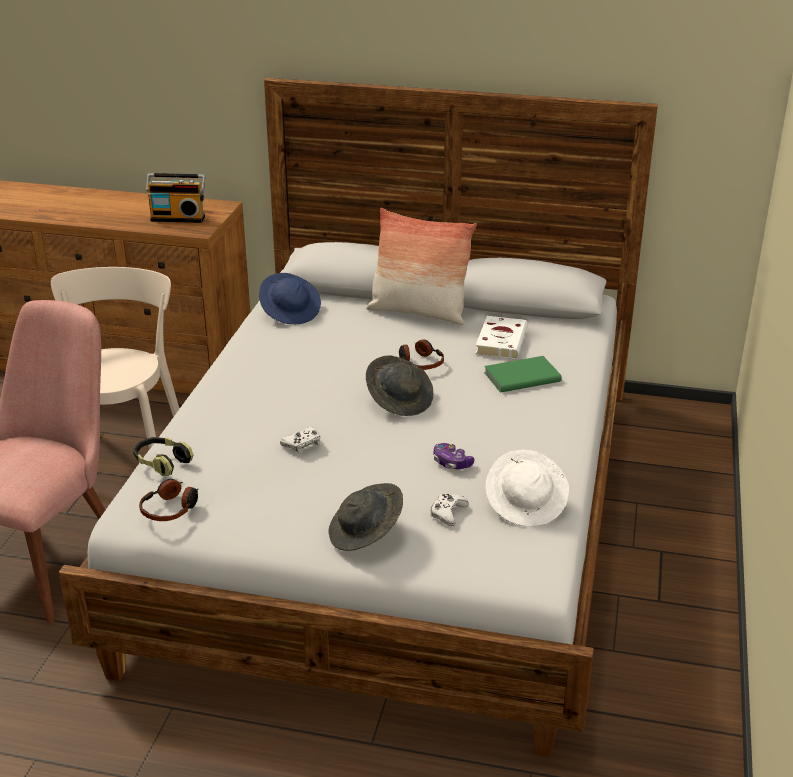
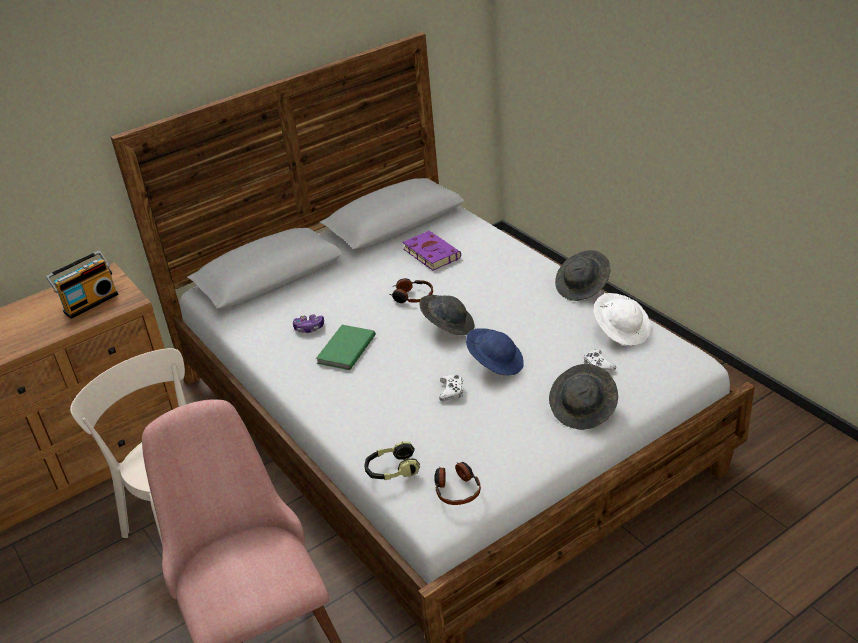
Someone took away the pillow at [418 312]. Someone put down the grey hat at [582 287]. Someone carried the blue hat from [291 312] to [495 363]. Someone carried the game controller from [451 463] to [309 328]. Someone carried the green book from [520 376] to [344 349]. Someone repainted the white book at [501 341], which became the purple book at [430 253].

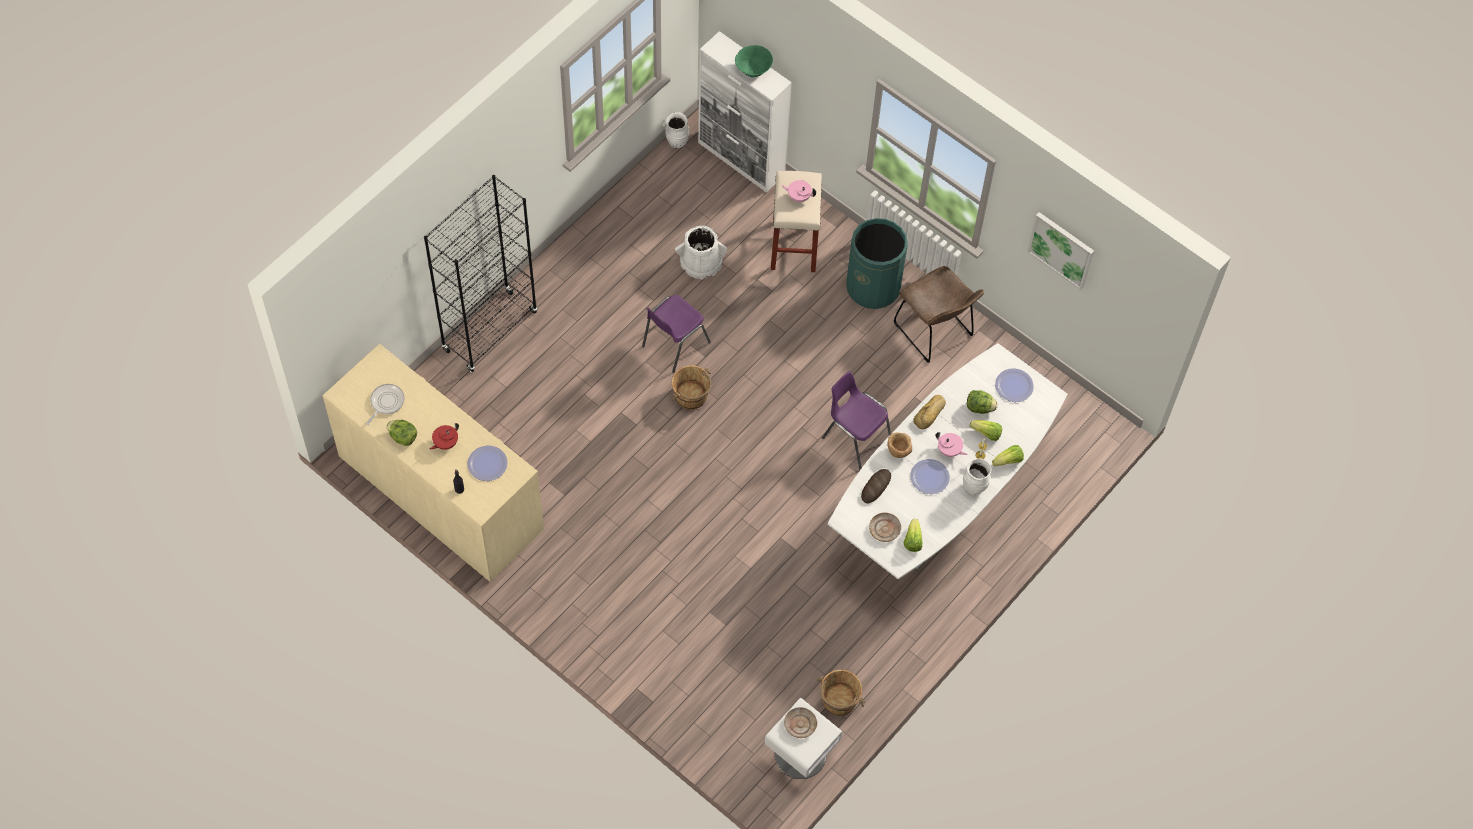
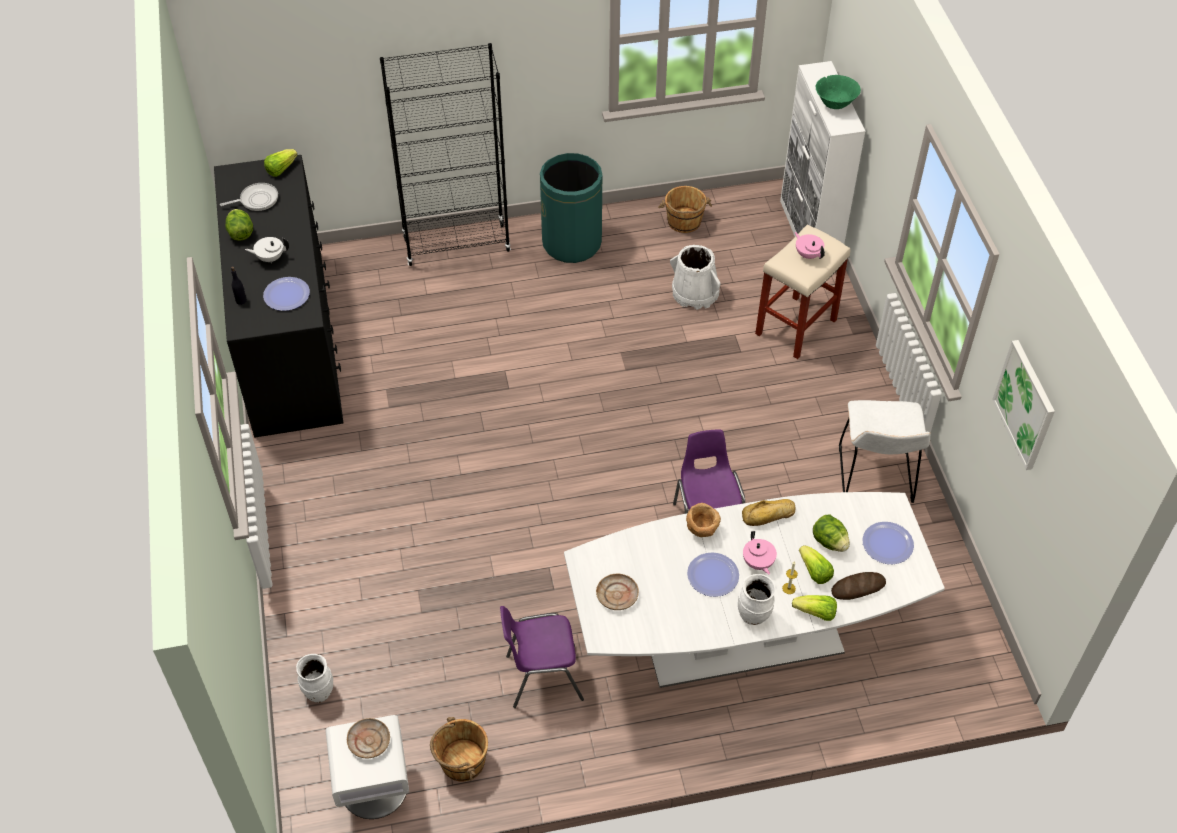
Someone carried the purple chair from [674 344] to [542 677]. Someone carried the white vase from [677 142] to [318 692]. Someone carried the brown bucket from [691 396] to [684 222]. Someone carried the green trash can from [873 287] to [572 243]. Someone carried the bread from [876 487] to [858 588]. Someone carried the lettuce from [912 540] to [281 169]. Someone repainted the beige dresser at [440 492], which became the black dresser at [289 341]. Someone repainted the red teapot at [445 443], which became the white teapot at [270 258]. Someone repainted the brown chair at [935 332], which became the white chair at [875 478].

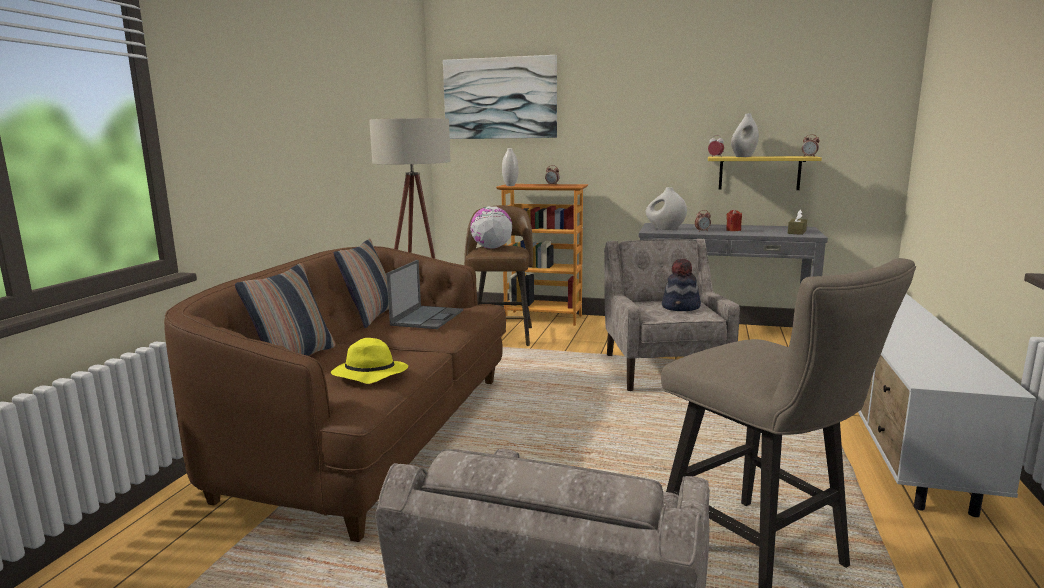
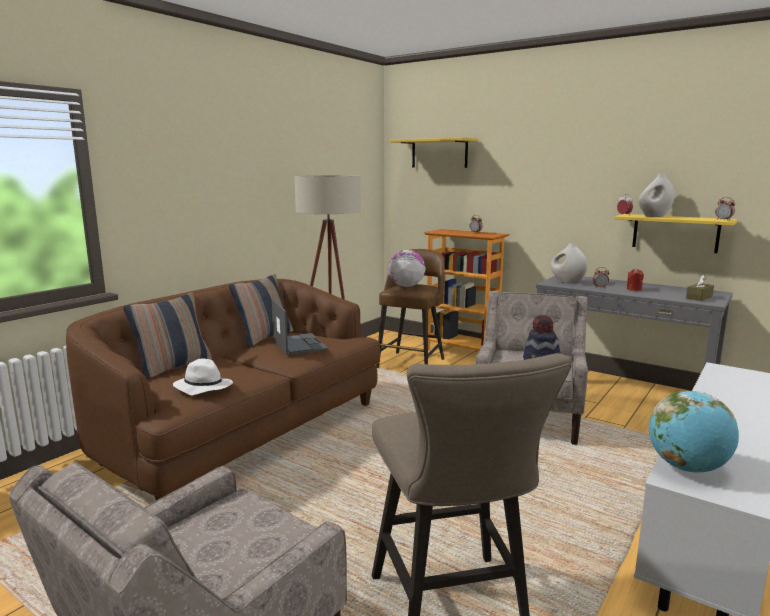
Someone took away the white vase at [510 185]. Someone put down the globe at [687 468]. Someone swapped the picture at [500 98] for the yellow shelf at [439 153]. Someone repainted the yellow hat at [369 374], which became the white hat at [202 387]. Someone rotated the laptop at [427 317] by 60 degrees counterclockwise.

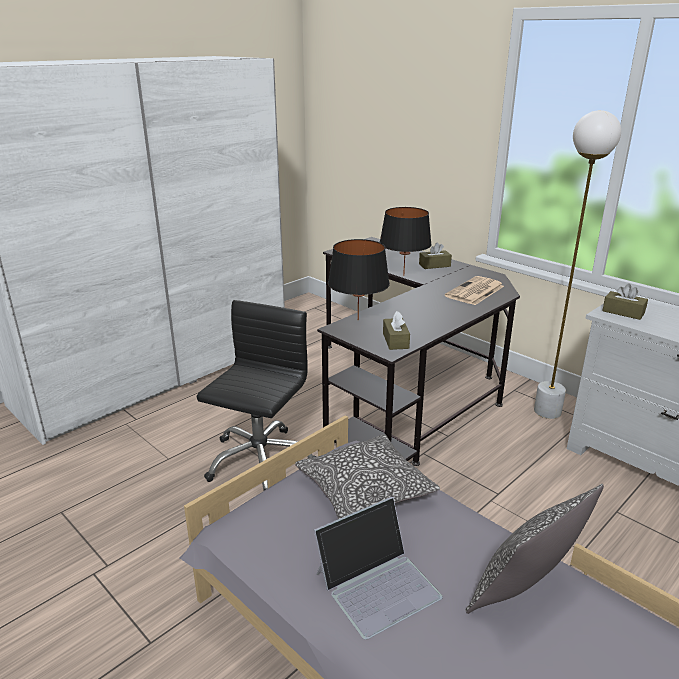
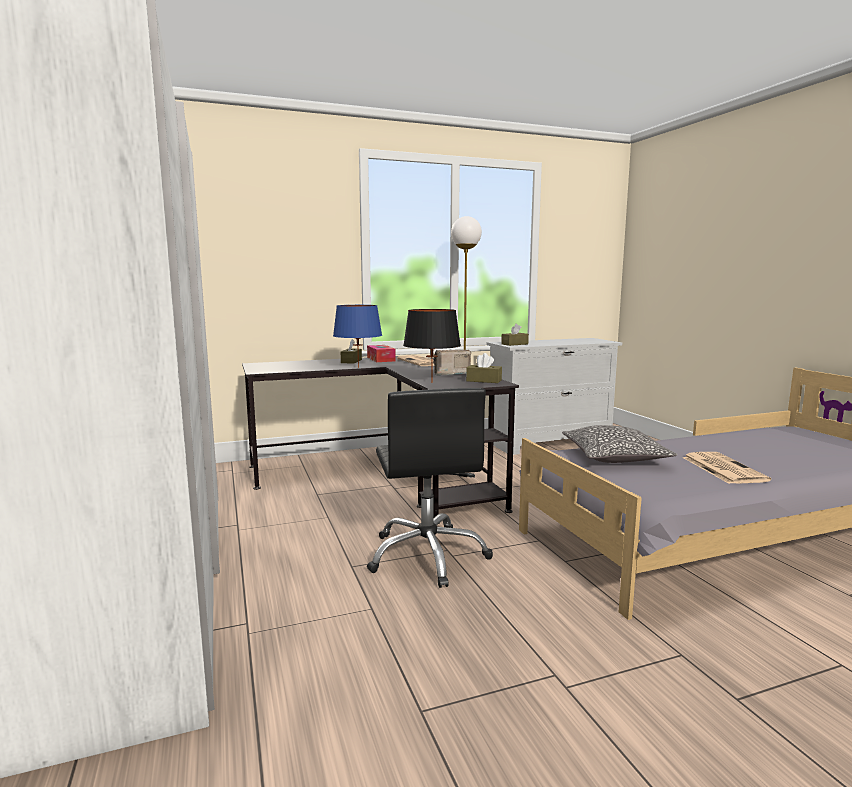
Someone took away the pillow at [524 592]. Someone put down the tissue box at [381 359]. Someone put down the radio at [449 373]. Someone swapped the laptop at [378 583] for the newspaper at [722 468]. Someone repainted the black table lamp at [403 275], which became the blue table lamp at [358 367]. Someone rotated the black office chair at [259 460] by 150 degrees counterclockwise.

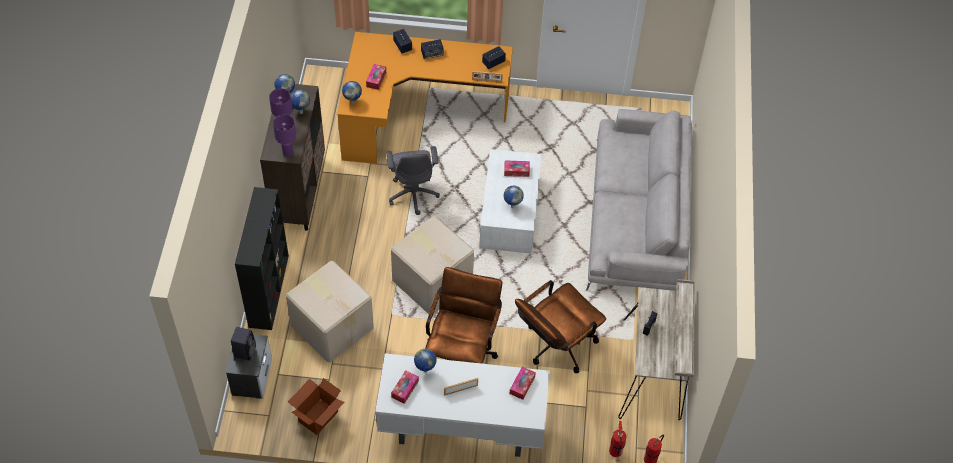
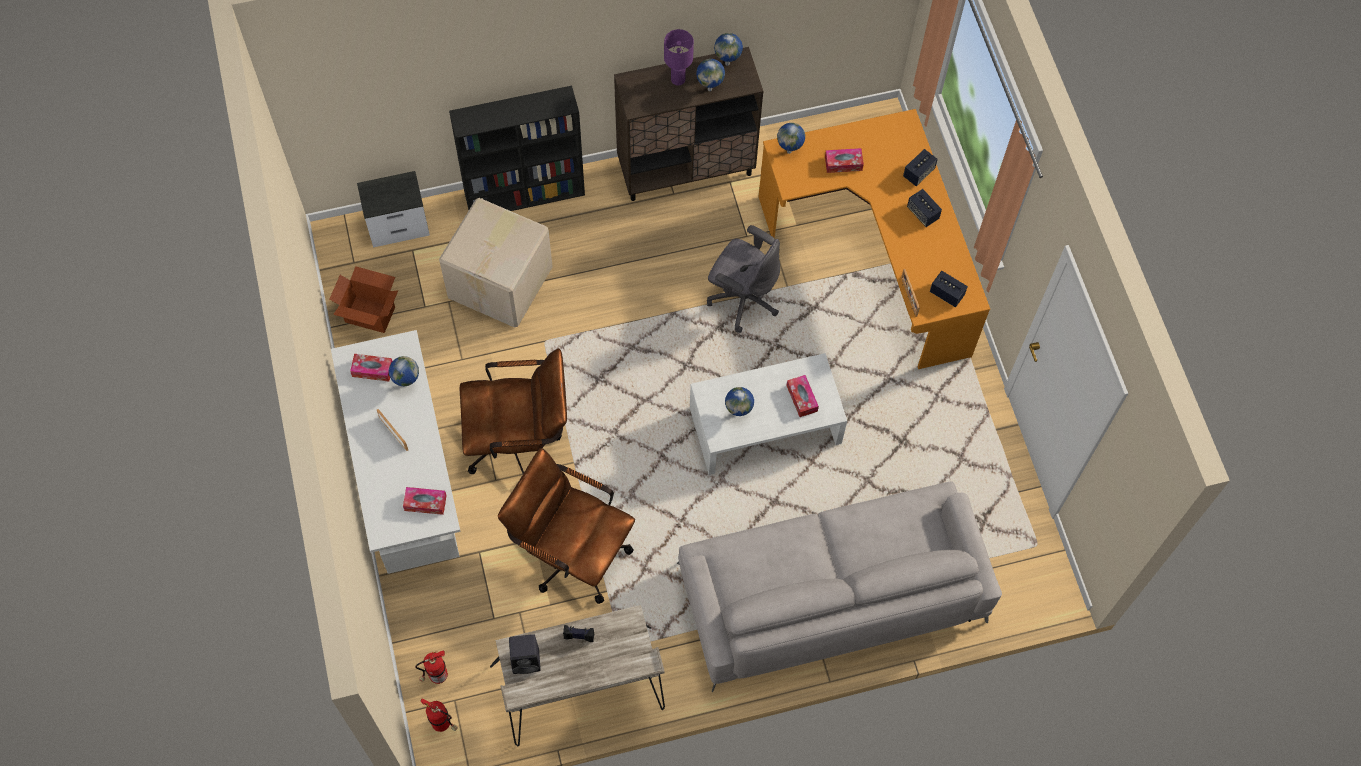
Someone took away the purple table lamp at [287 152]. Someone took away the cardboard box at [432 280]. Someone carried the black speaker from [245 350] to [527 660]. Someone rotated the grey office chair at [413 194] by 120 degrees counterclockwise.

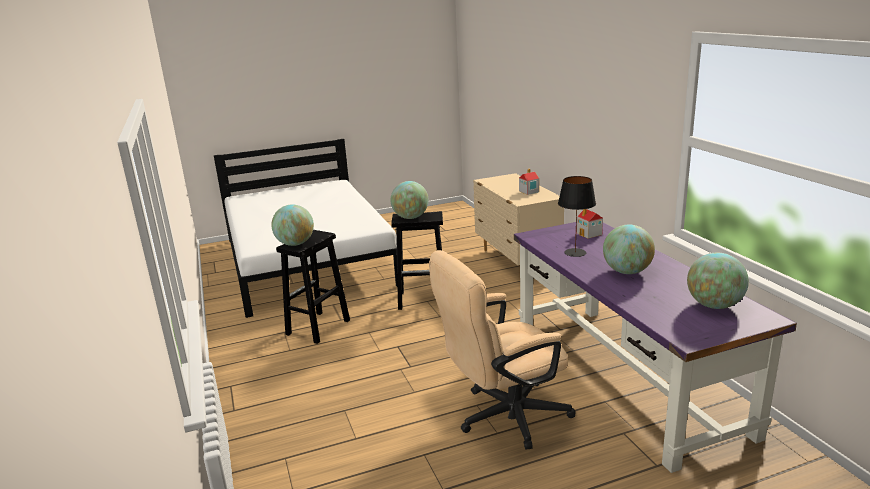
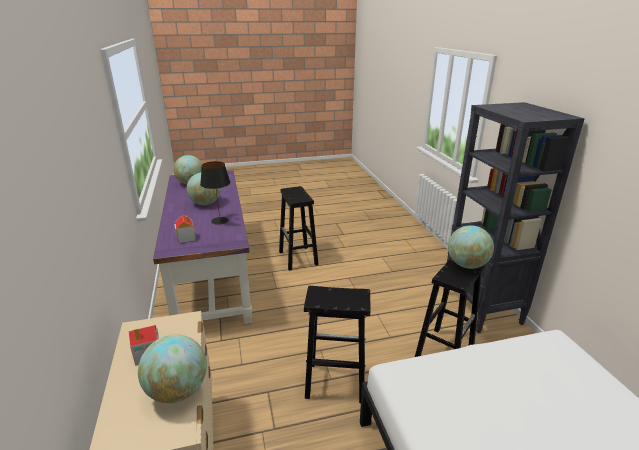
Someone put down the black bookcase at [481 308]. Someone carried the globe from [410 217] to [178 391]. Someone swapped the beige office chair at [503 417] for the black stool at [298 258].

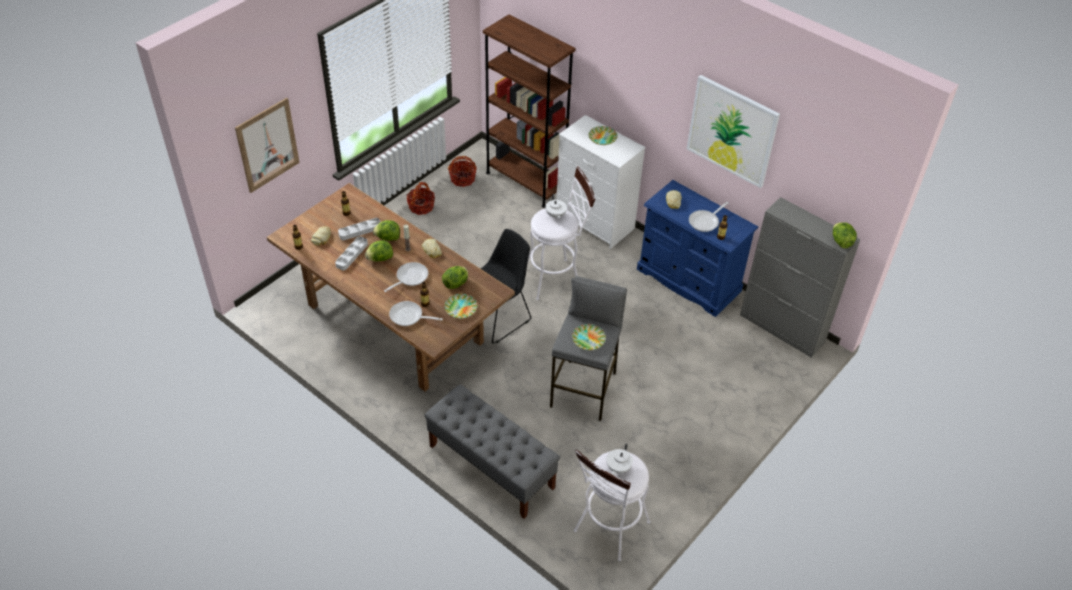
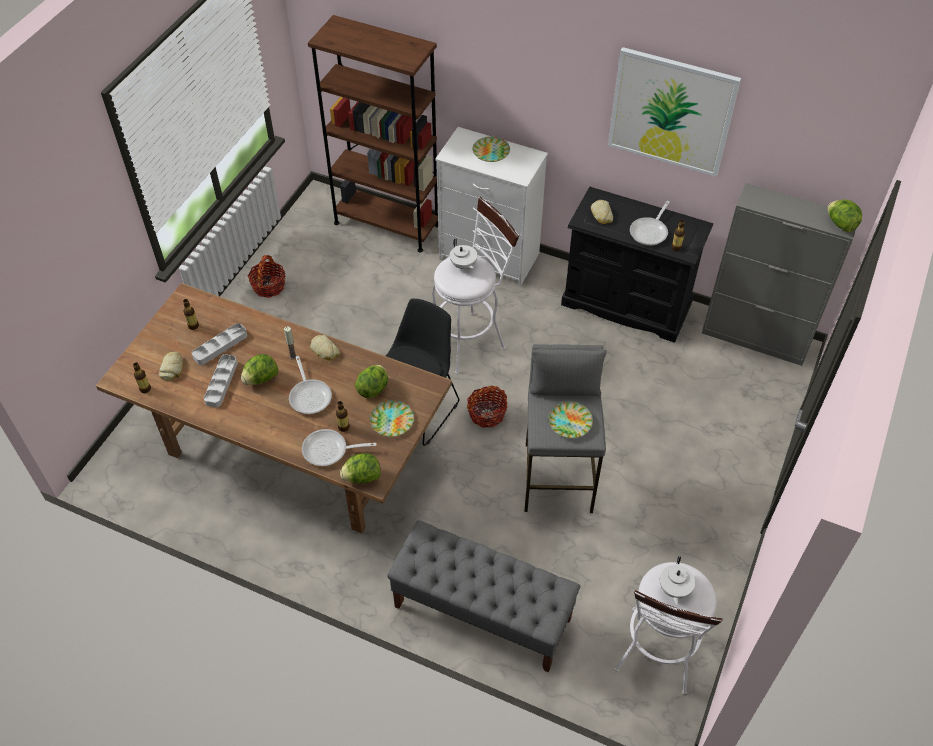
Someone took away the picture at [267 145]. Someone carried the lettuce from [388 238] to [362 477]. Someone carried the basket from [462 179] to [487 414]. Someone repainted the blue dresser at [688 280], which became the black dresser at [626 304]. Someone rotated the frying pan at [409 278] by 135 degrees clockwise.

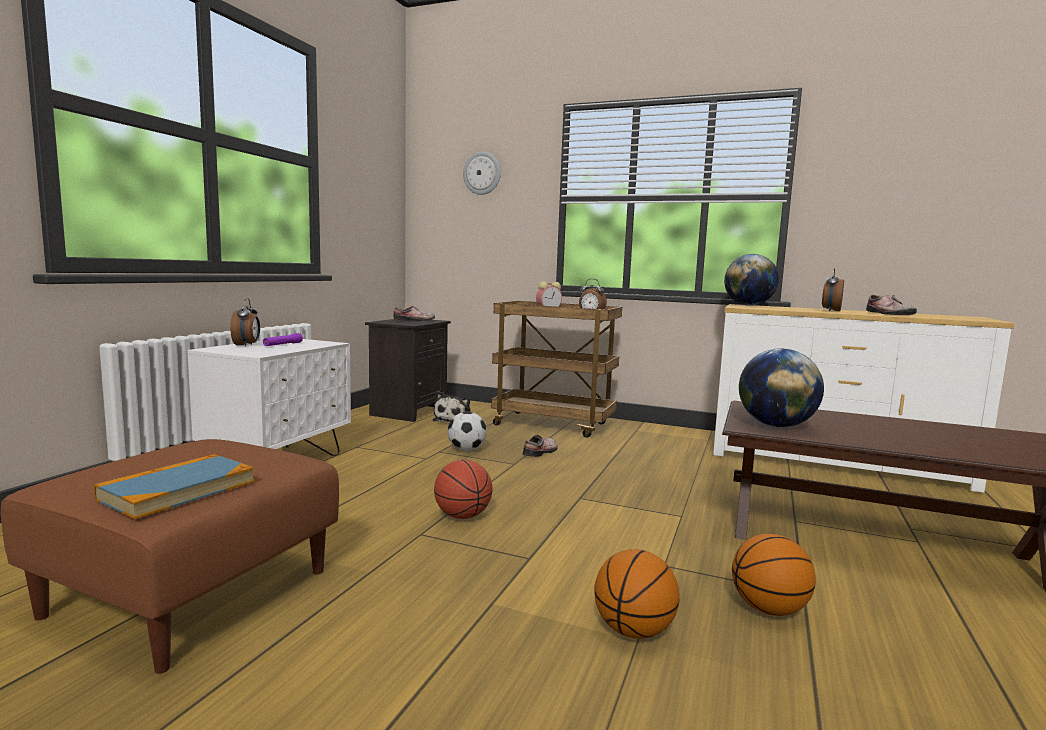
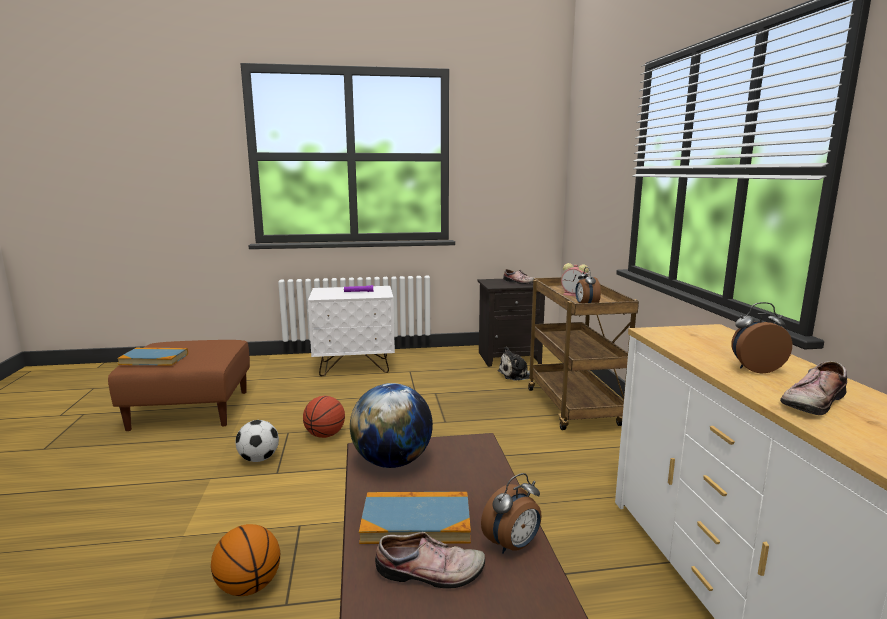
Someone took away the wall clock at [482 173]. Someone took away the basketball at [633 631]. Someone took away the globe at [748 305]. Someone put down the book at [416 522]. Someone carried the alarm clock from [247 345] to [513 546]. Someone carried the football from [466 450] to [259 459]. Someone carried the shoe from [541 452] to [430 573].

